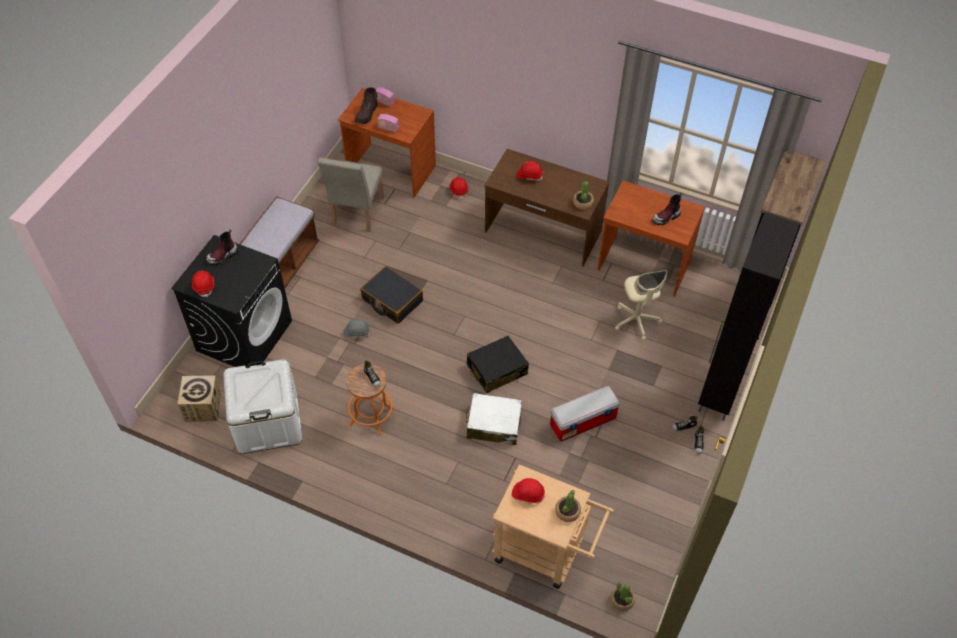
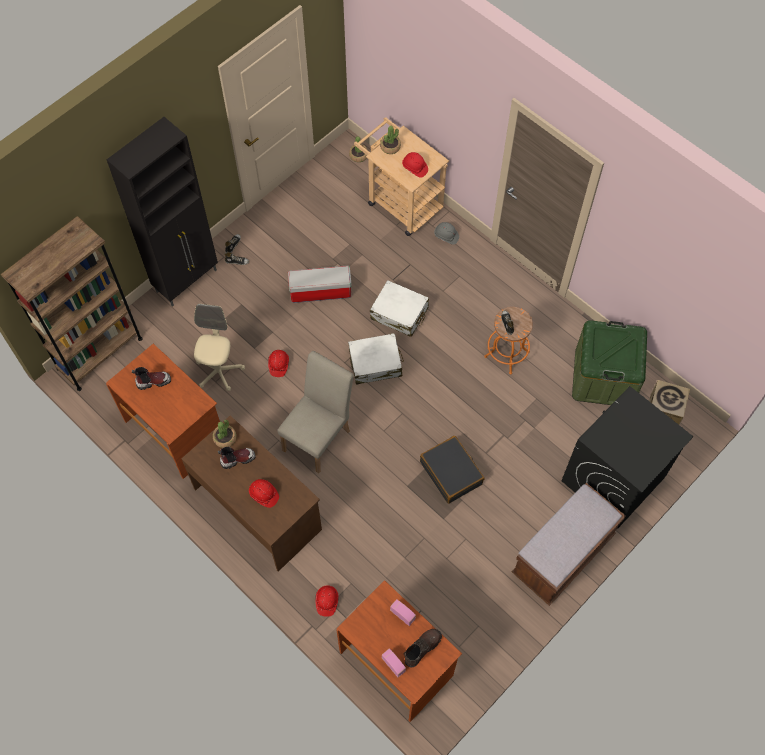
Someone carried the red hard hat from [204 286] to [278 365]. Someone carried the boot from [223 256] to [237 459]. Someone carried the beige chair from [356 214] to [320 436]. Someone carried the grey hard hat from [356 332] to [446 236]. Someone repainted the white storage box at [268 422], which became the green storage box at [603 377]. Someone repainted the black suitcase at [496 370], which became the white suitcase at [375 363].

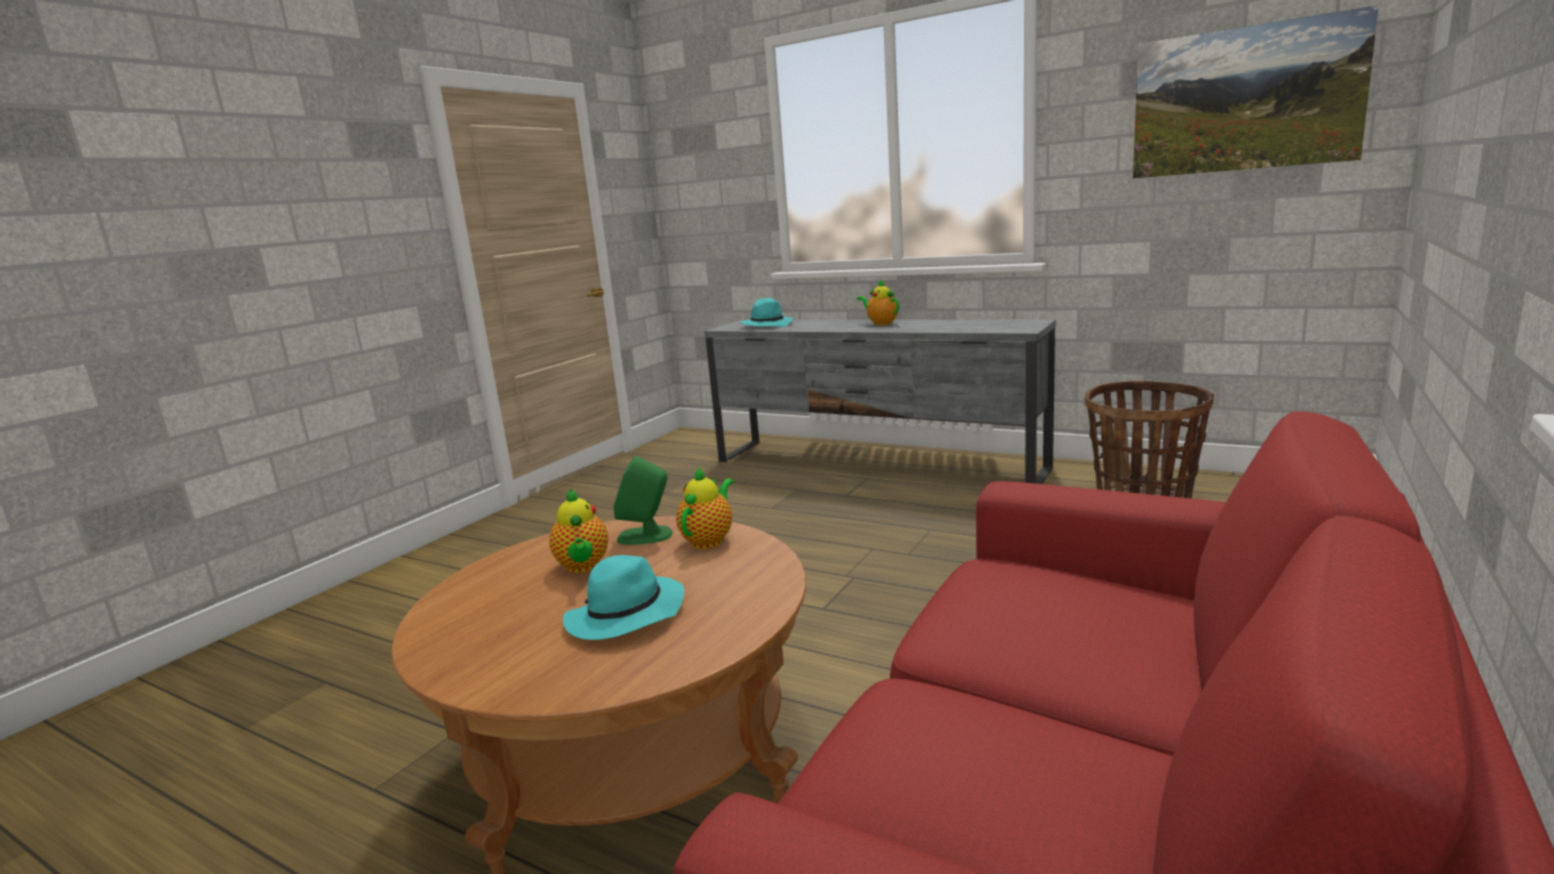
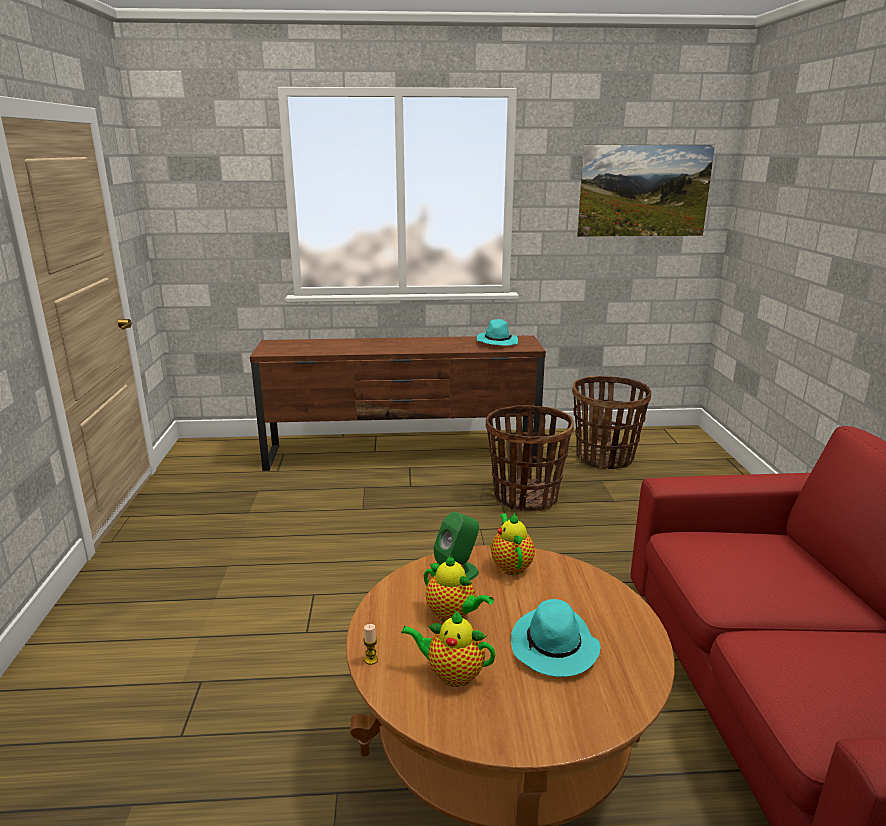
Someone put down the candle at [371 659]. Someone put down the basket at [525 497]. Someone carried the turquoise hat from [767 325] to [496 342]. Someone carried the teapot from [881 323] to [451 674]. Someone repainted the grey tv stand at [875 465], which became the brown tv stand at [403 454].

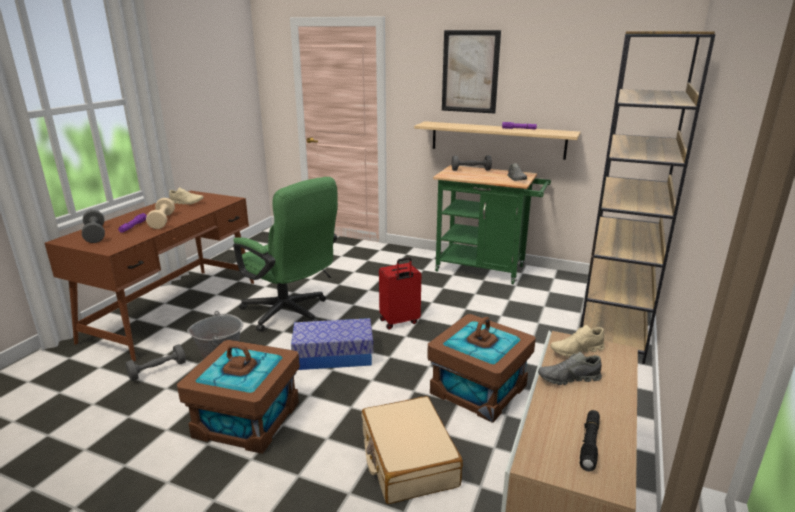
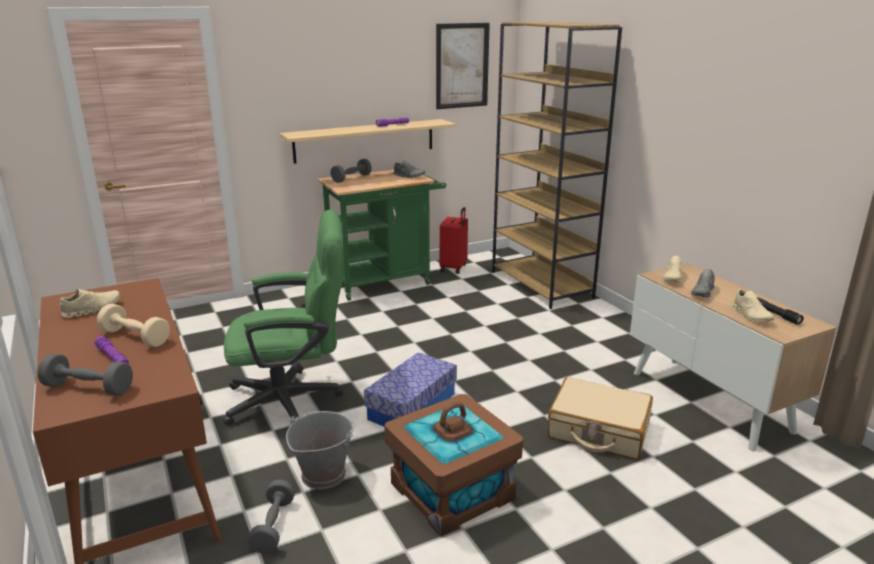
Someone took away the brown storage box at [479 389]. Someone put down the beige shoe at [751 315]. Someone carried the red suitcase from [399 322] to [454 268]. Someone carried the picture from [470 72] to [462 66].

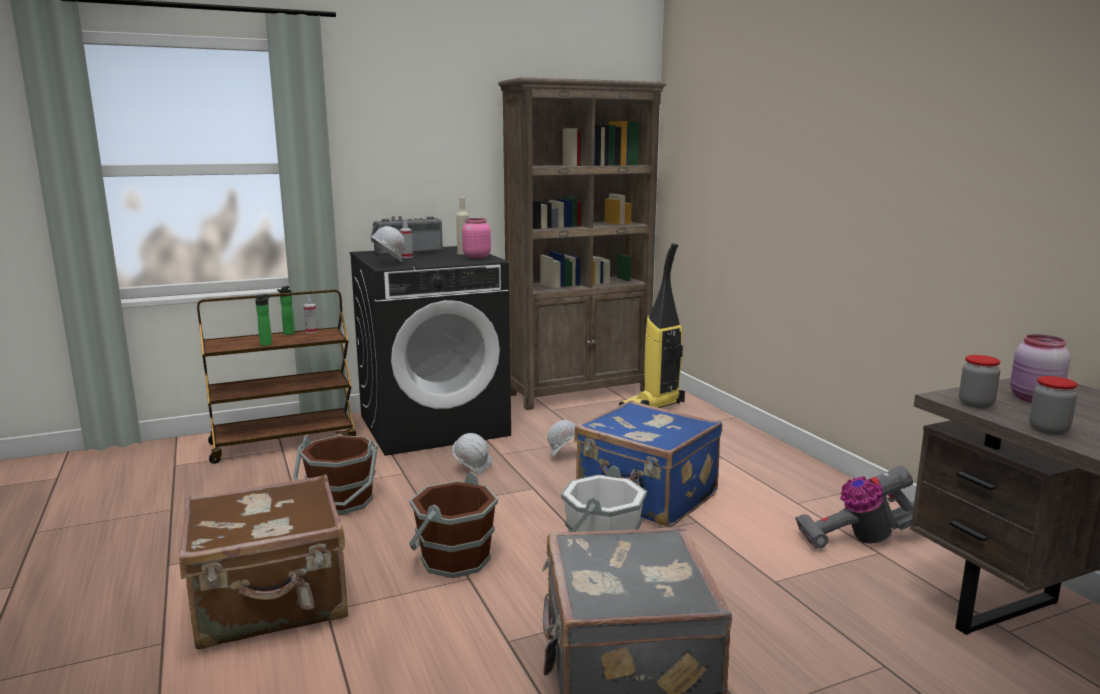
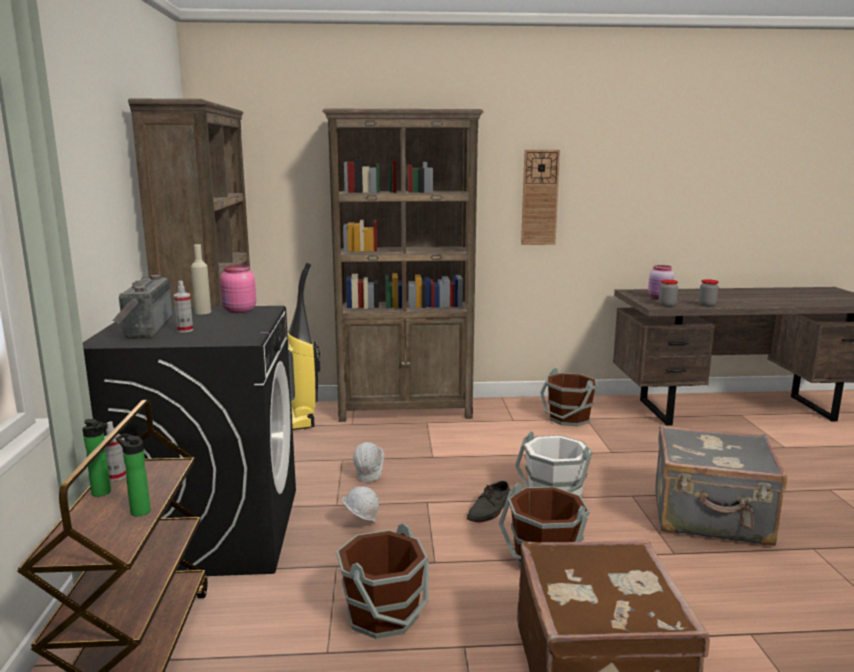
Someone took away the white hard hat at [388 263]. Someone took away the blue suitcase at [646 497]. Someone put down the brown bookcase at [406 410]. Someone put down the grey shoe at [490 510]. Someone put up the wall clock at [539 197]. Someone swapped the vacuum cleaner at [859 539] for the brown bucket at [568 418].

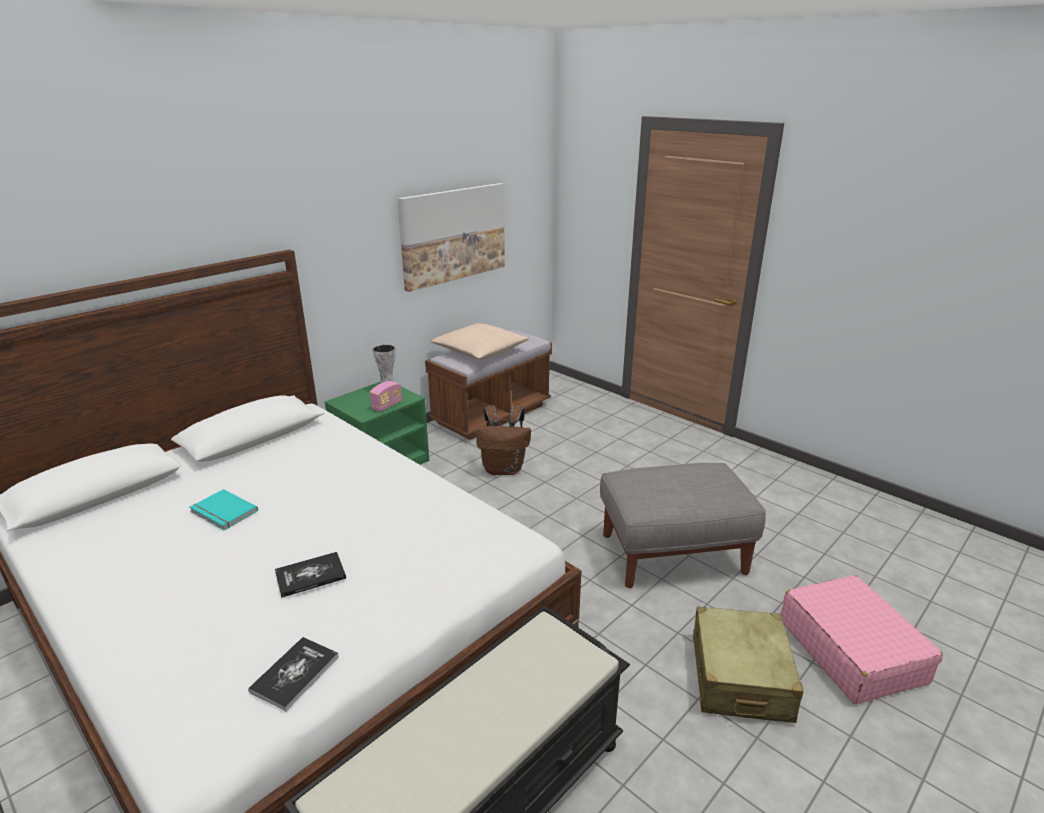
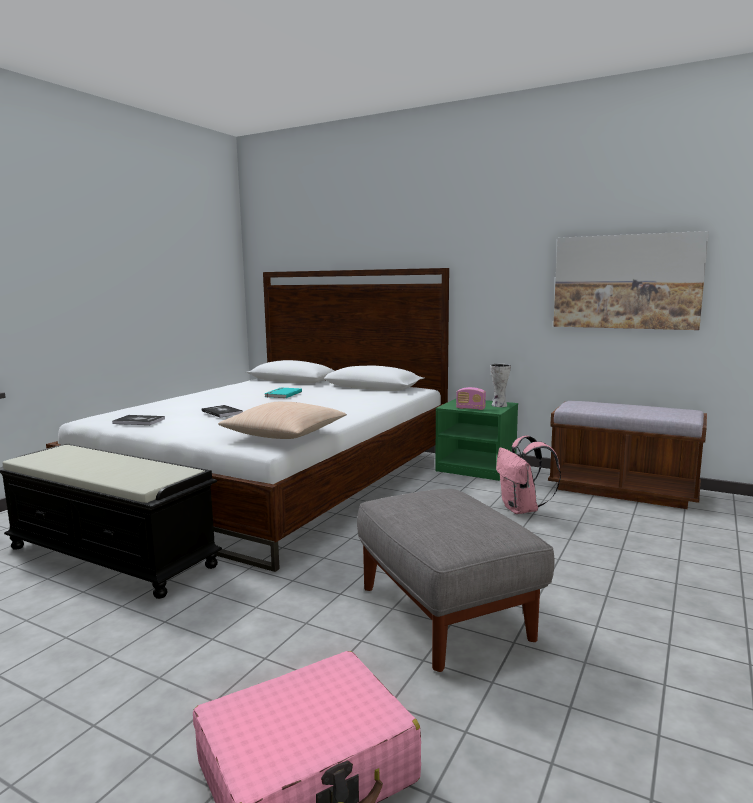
Someone took away the beige suitcase at [739 677]. Someone carried the beige pillow from [480 351] to [285 434]. Someone repainted the brown backpack at [504 469], which became the pink backpack at [522 509].

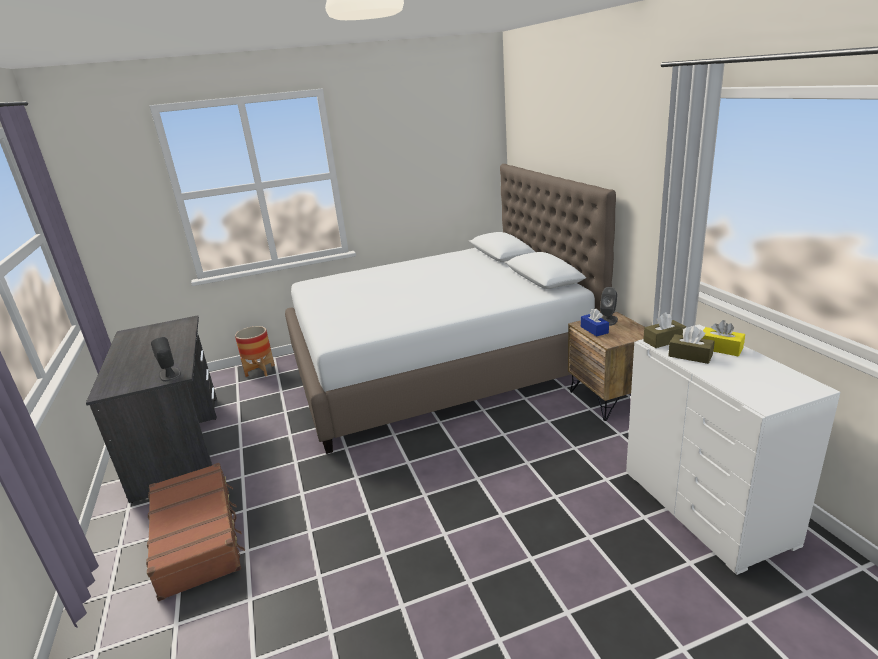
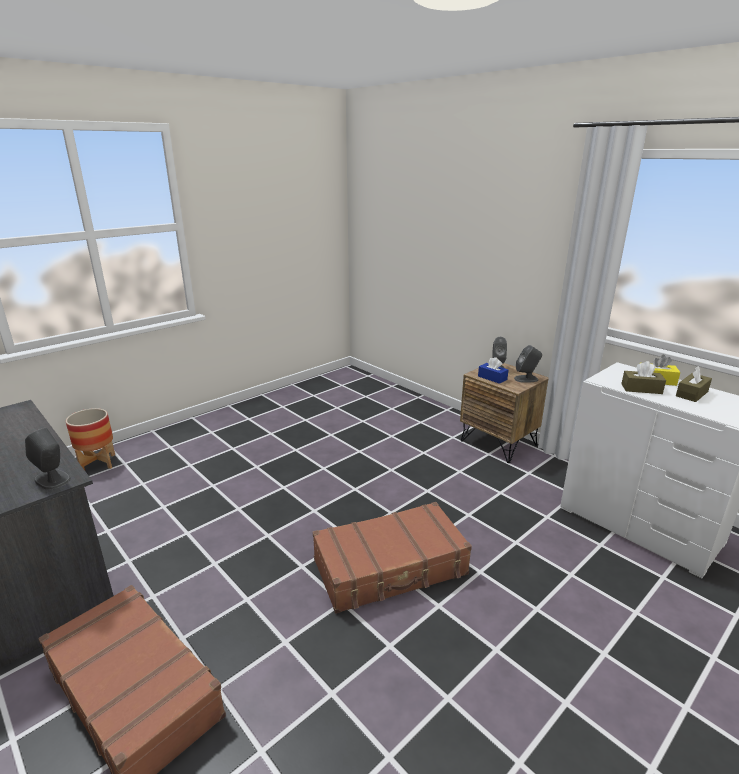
Someone took away the white bed at [439 365]. Someone put down the brown suitcase at [391 568]. Someone put down the grey speaker at [526 379]. Someone carried the brown tissue box from [663 340] to [691 394].

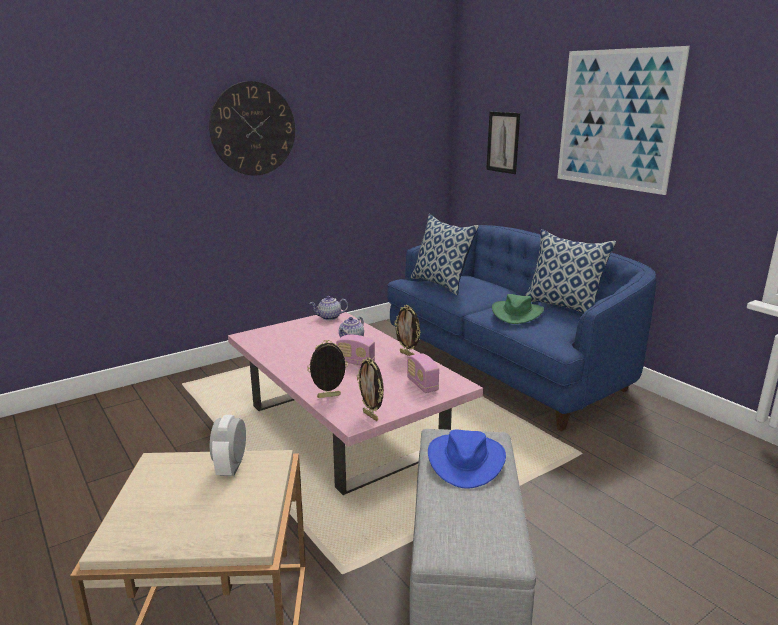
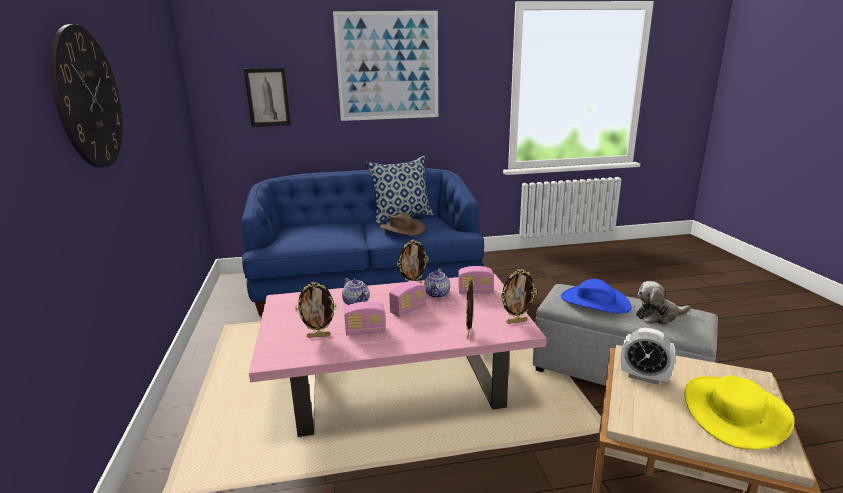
Someone took away the pillow at [441 284]. Someone put down the picture frame at [319 336]. Someone put down the radio at [365 331]. Someone put down the plush toy at [658 316]. Someone put down the yellow hat at [735 412]. Someone carried the teapot from [329 317] to [437 294]. Someone repainted the green hat at [517 313], which became the brown hat at [401 229].

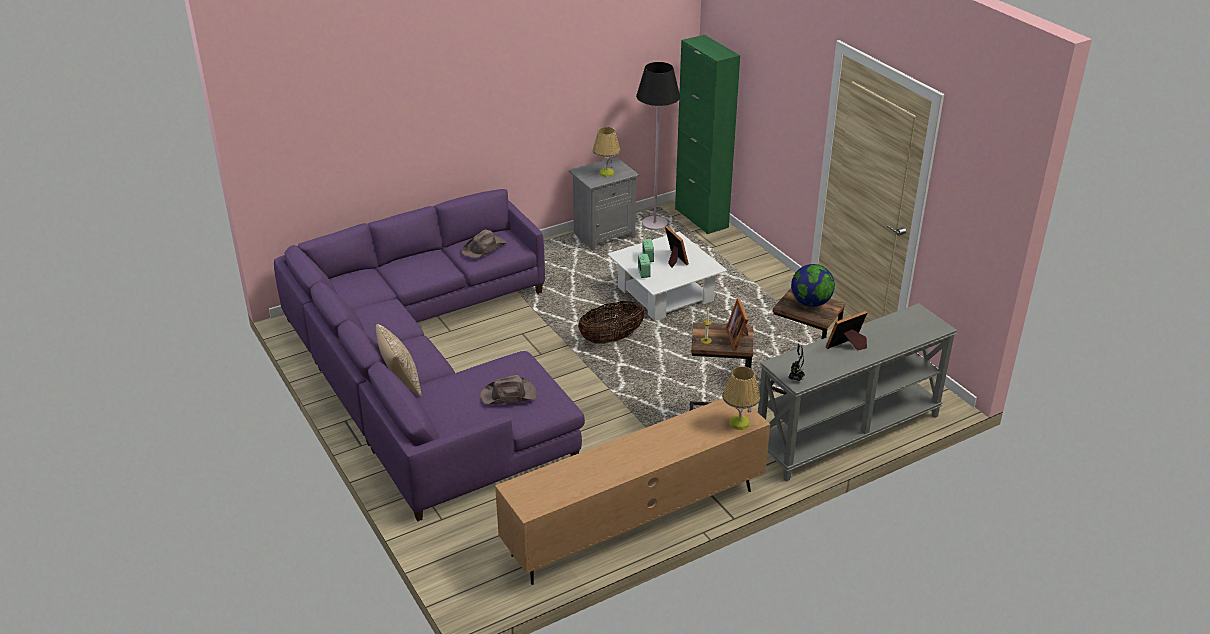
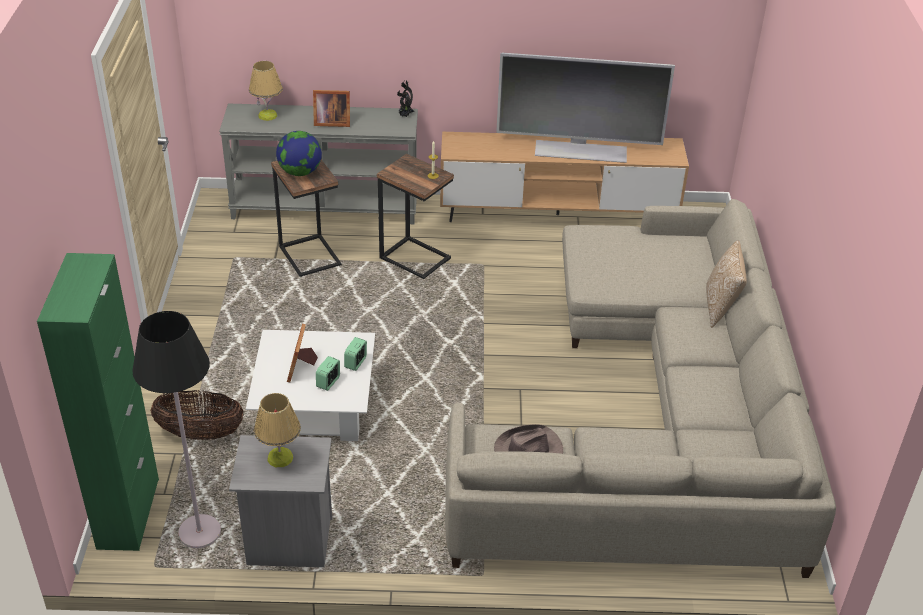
Someone took away the brown hat at [509 395]. Someone took away the picture frame at [738 338]. Someone put down the television at [580 150]. Someone carried the basket from [611 338] to [200 433]. Someone carried the table lamp from [739 423] to [268 115]. Someone repainted the purple sofa at [427 370], which became the beige sofa at [656 420].

